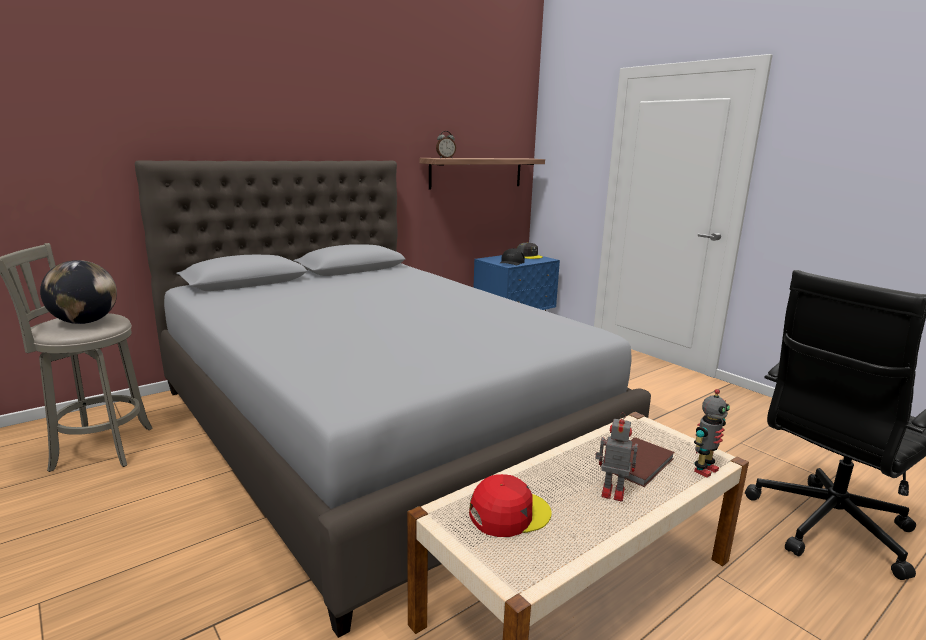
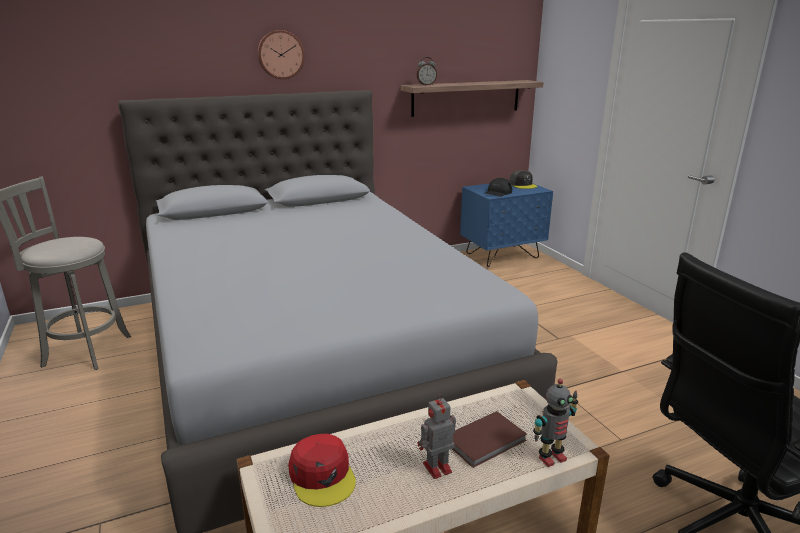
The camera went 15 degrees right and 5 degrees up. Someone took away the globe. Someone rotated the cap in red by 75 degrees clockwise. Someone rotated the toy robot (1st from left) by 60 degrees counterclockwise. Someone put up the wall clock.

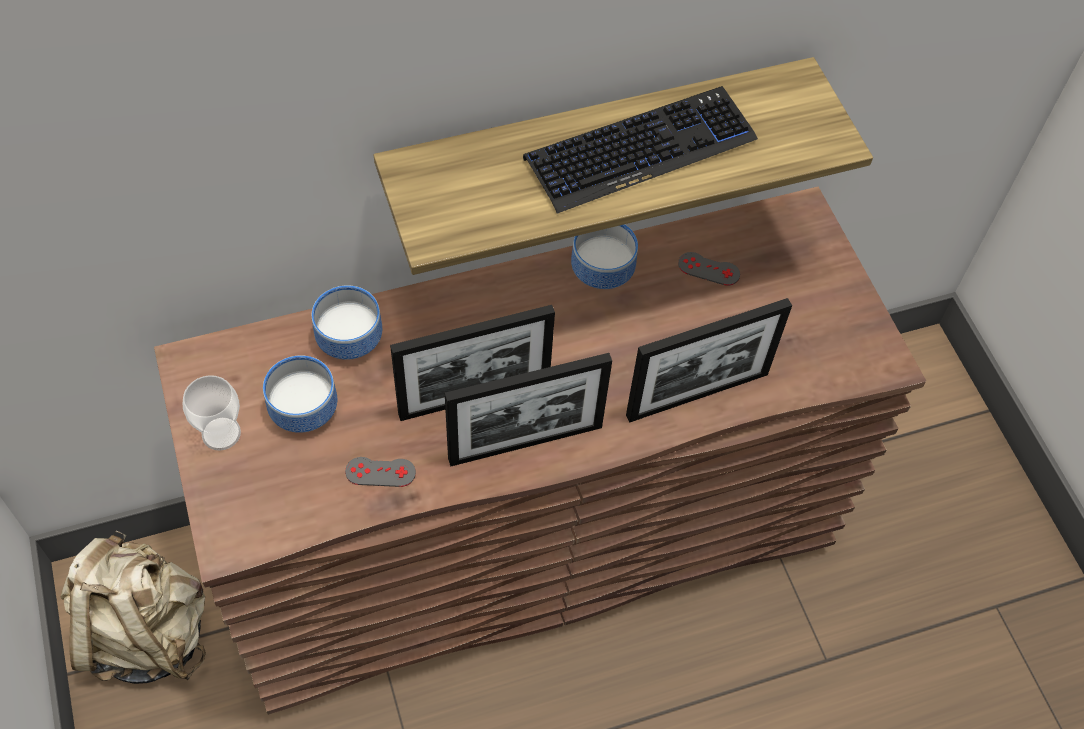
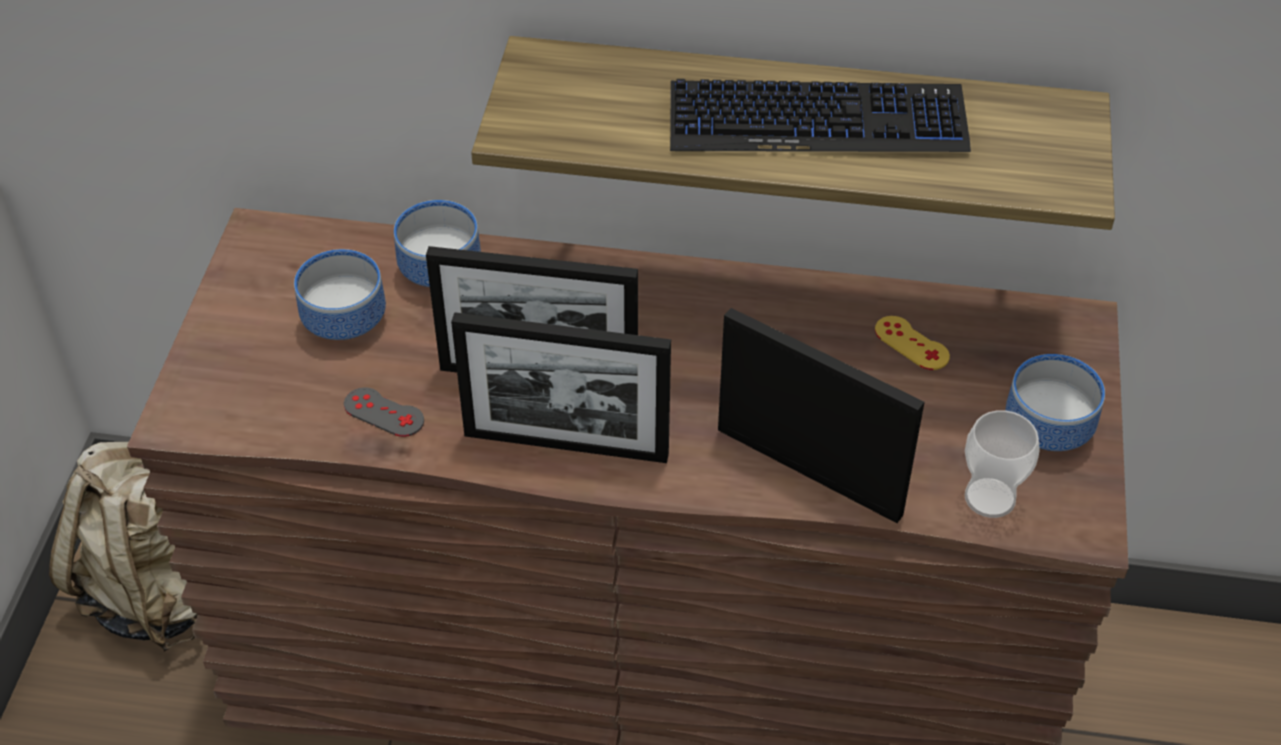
The camera went 30 degrees right and 10 degrees down. Someone carried the cup. Someone carried the bowl (3rd from left). Someone rotated the picture frame (3rd from left) by 150 degrees counterclockwise. Someone repainted the game controller in grey (2nd from left), which became the game controller in yellow.

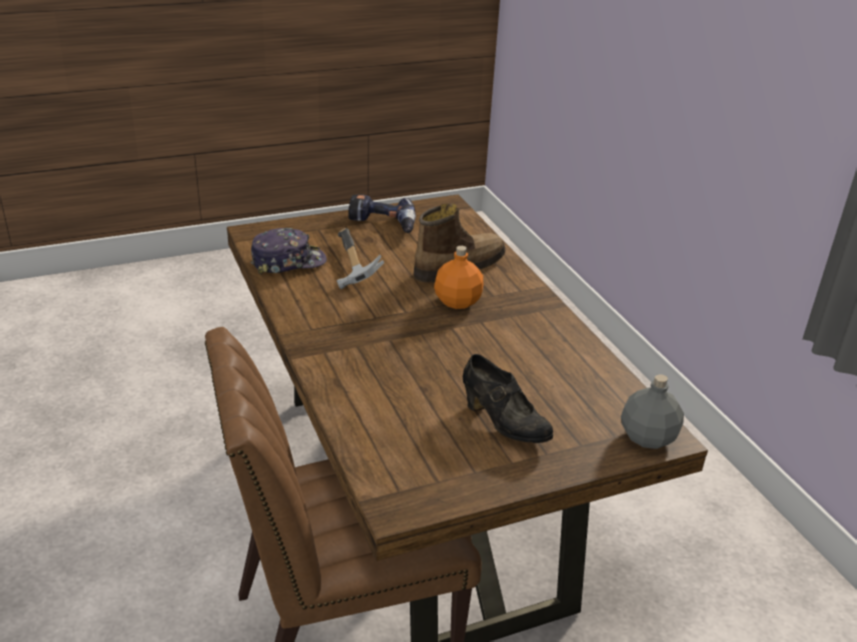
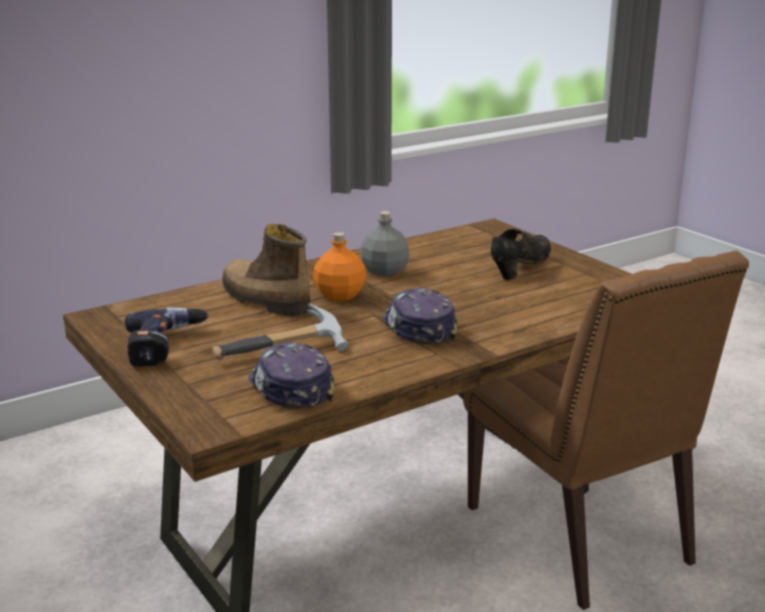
The camera went 100 degrees left and 10 degrees down. Someone carried the bottle in grey. Someone put down the cap (2nd from left).

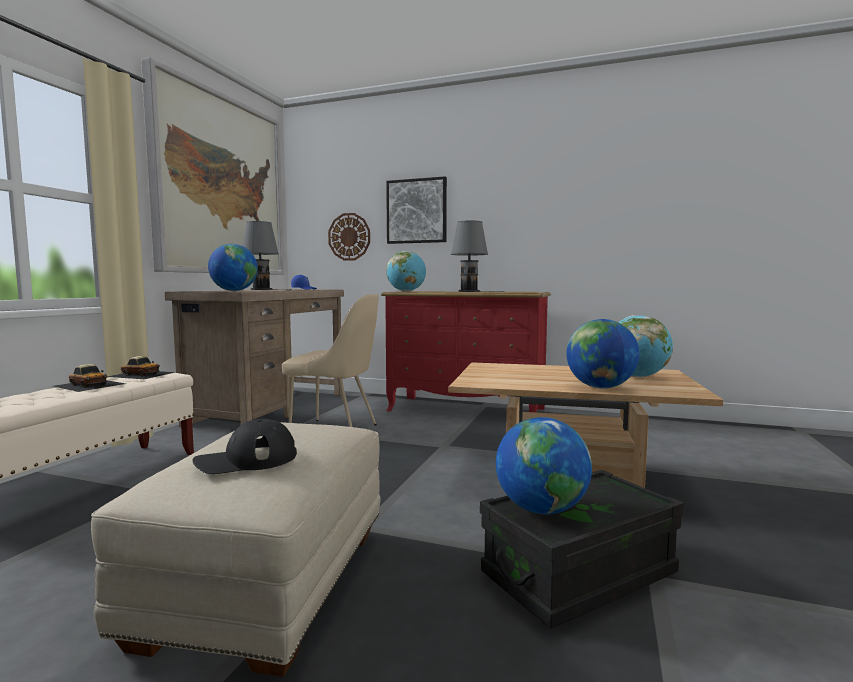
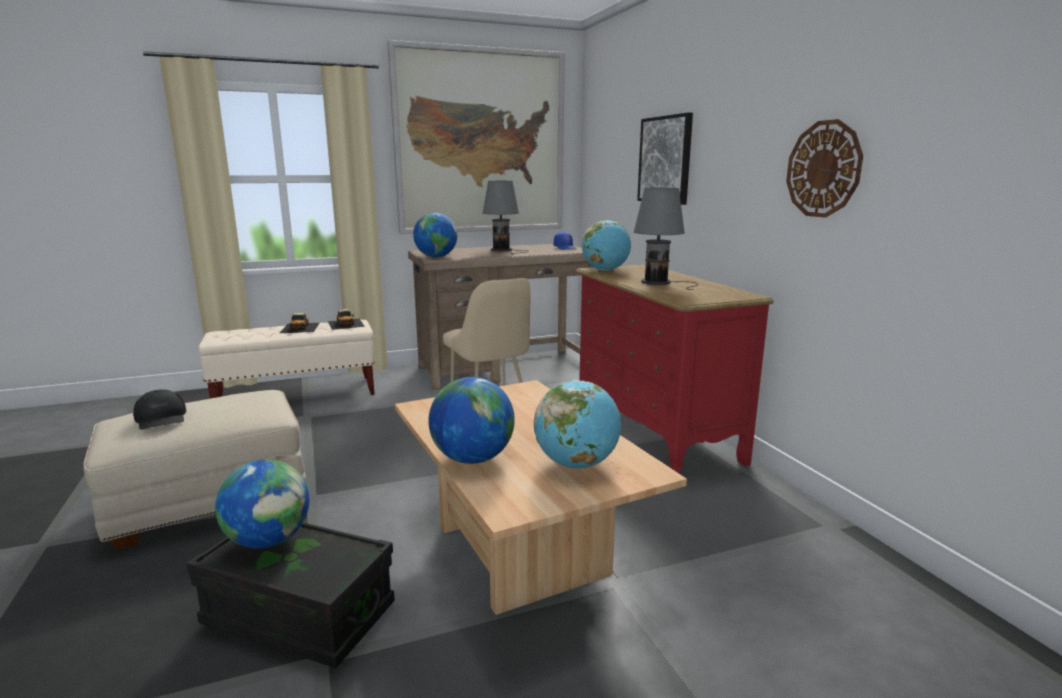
The camera went 50 degrees right and 10 degrees up. Someone rotated the cap in black by 150 degrees counterclockwise. Someone carried the wall clock.

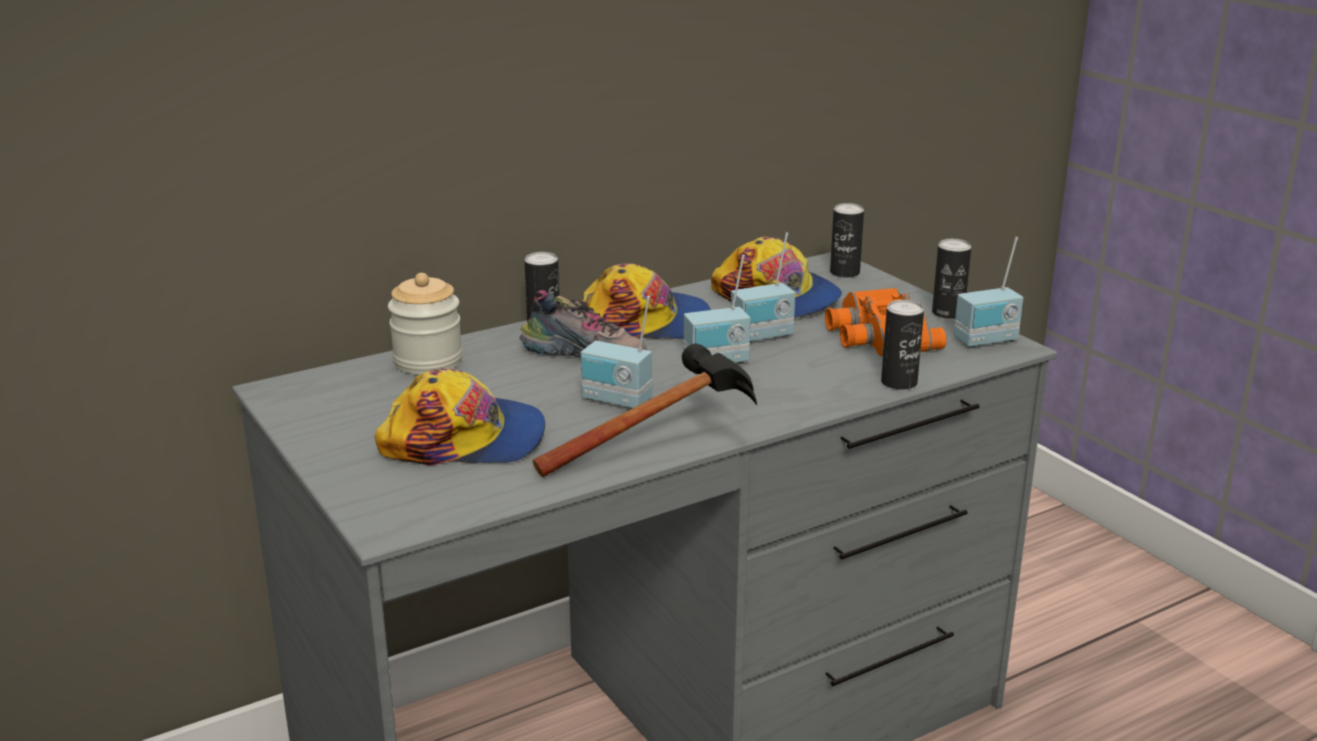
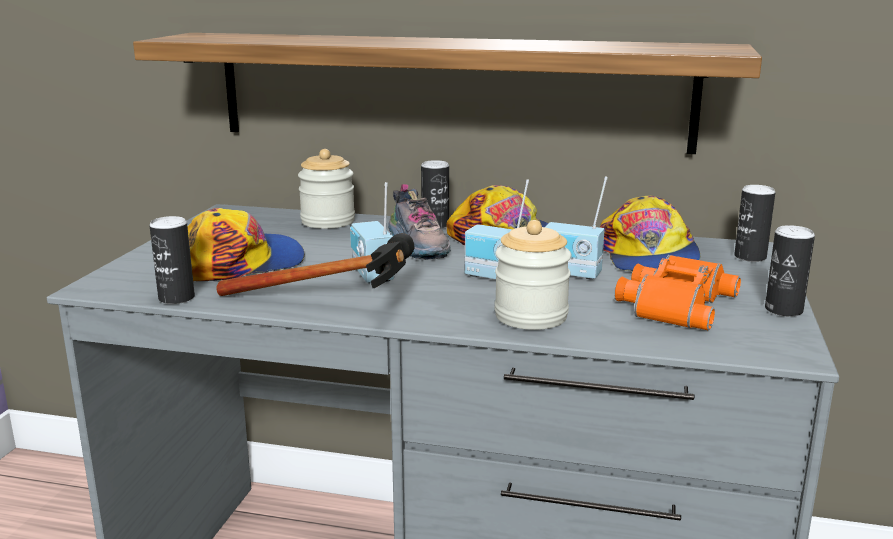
The camera went 45 degrees right and 5 degrees down. Someone rotated the cap (1st from left) by 75 degrees counterclockwise. Someone carried the can (3rd from left in the first image). Someone took away the radio (4th from left). Someone put up the shelf. Someone put down the jar (2nd from left).

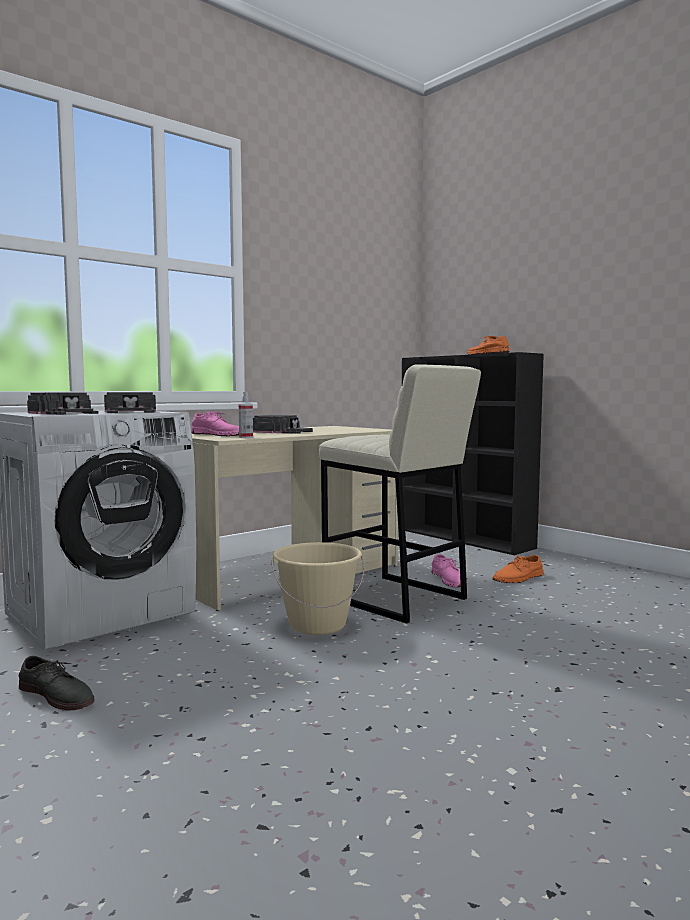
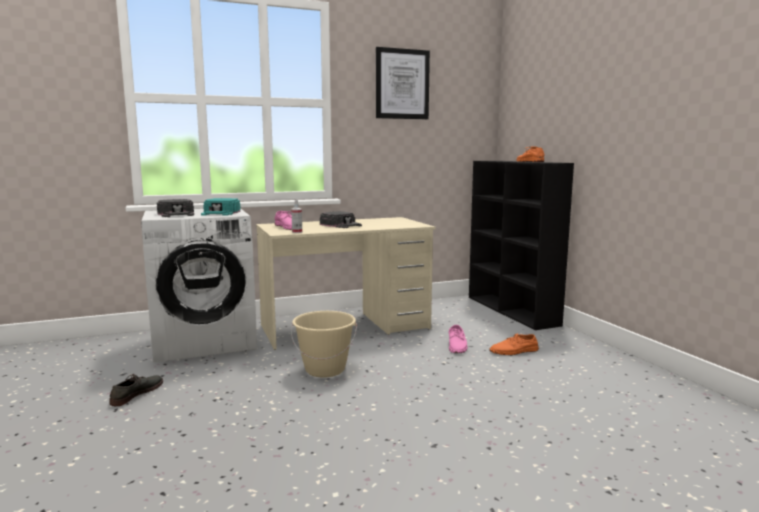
The camera went 20 degrees right and 5 degrees up. Someone rotated the shoe in grey by 120 degrees counterclockwise. Someone repainted the cap in black (2nd from left), which became the cap in turquoise. Someone took away the stool in beige. Someone put up the picture.

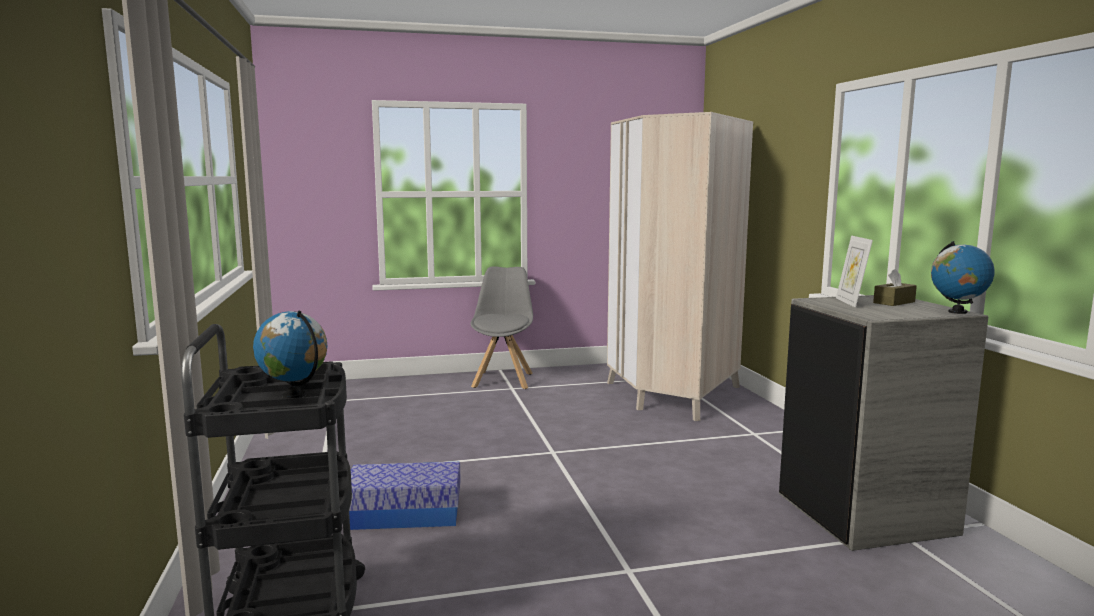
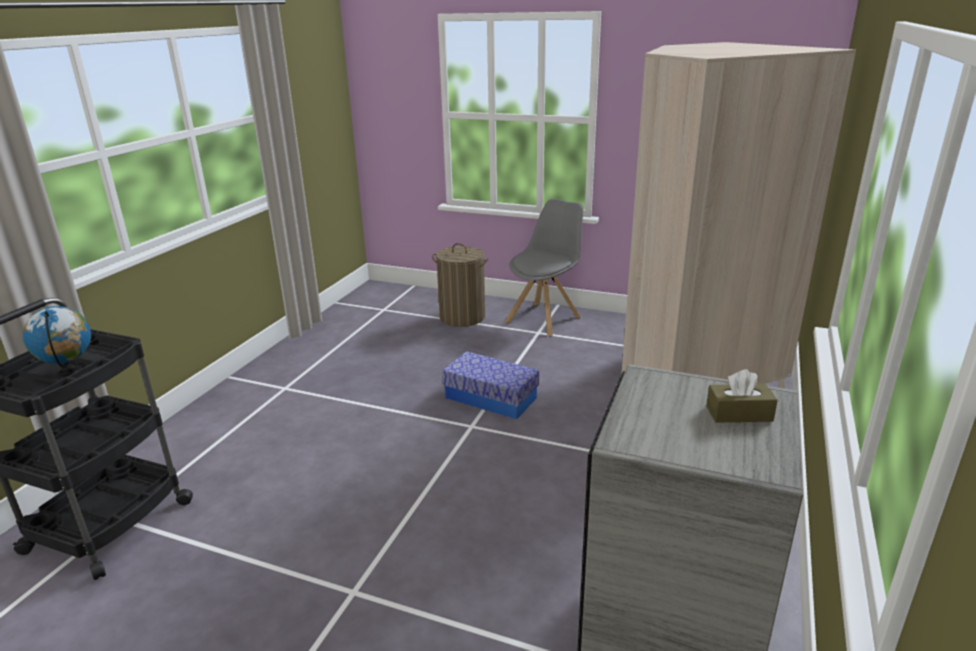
The camera went 35 degrees right and 15 degrees up. Someone carried the storage box. Someone took away the picture frame. Someone took away the globe (2nd from left). Someone put down the laundry basket.

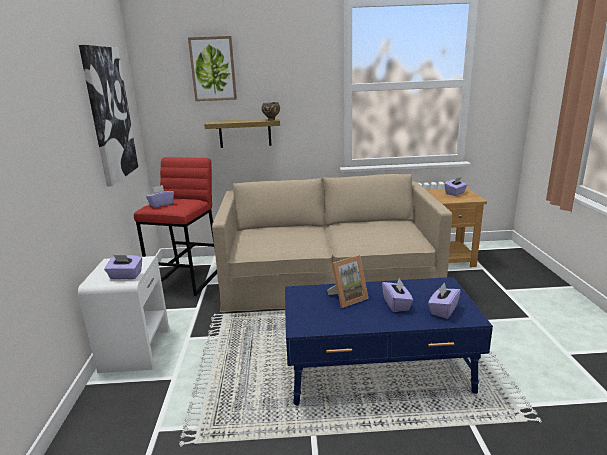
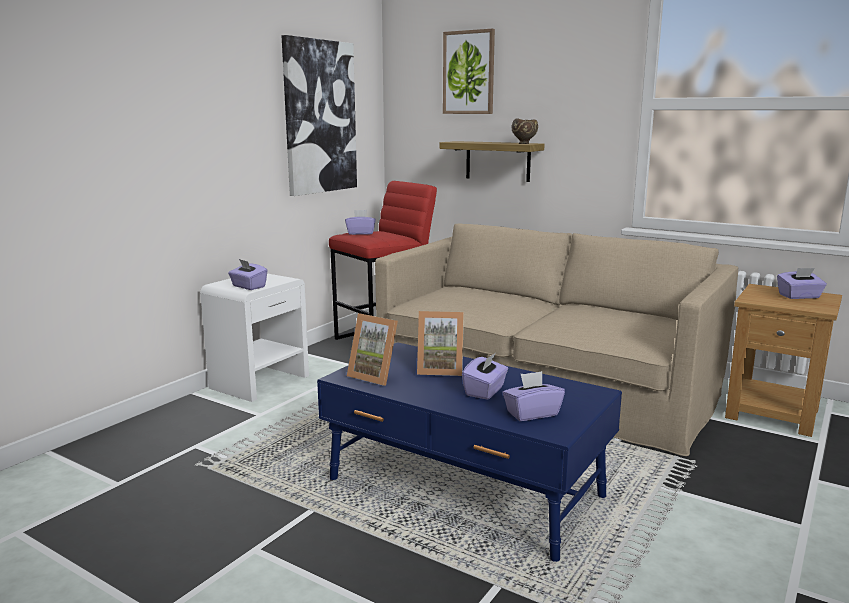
The camera went 35 degrees right and 5 degrees down. Someone put down the picture frame (1st from left).

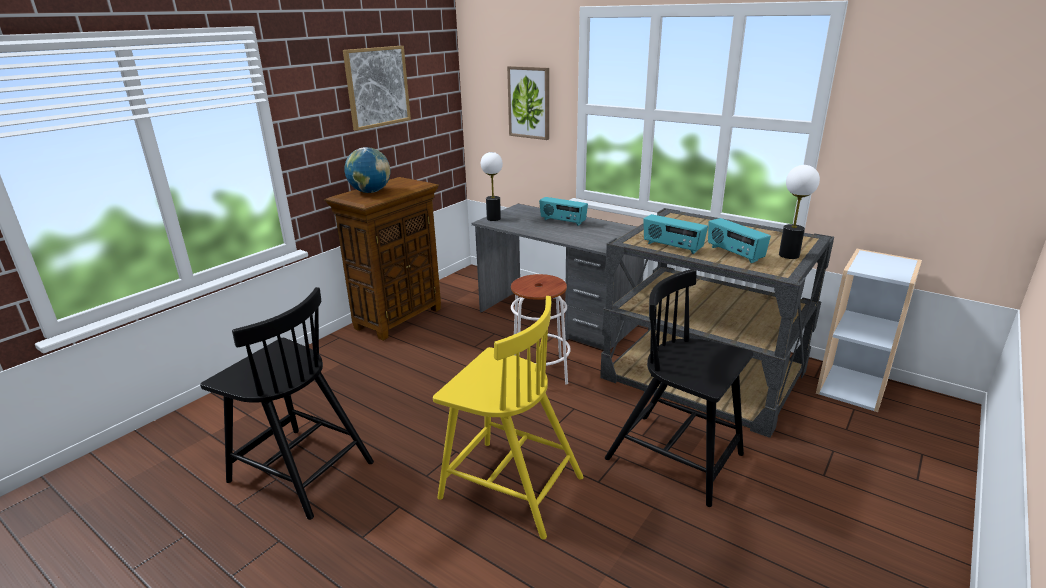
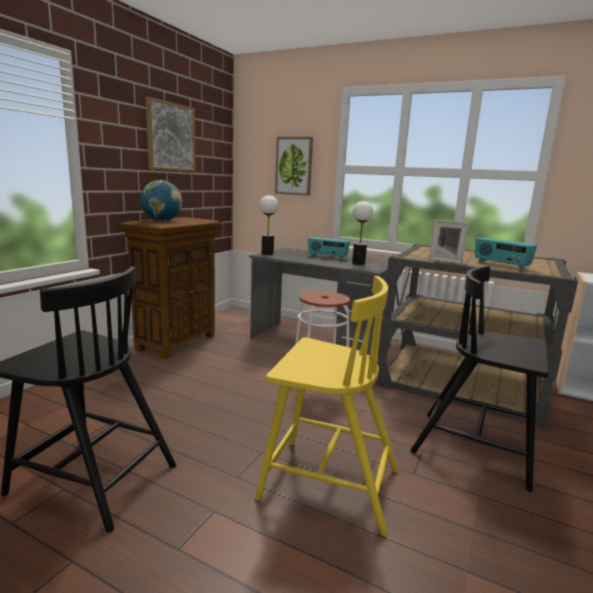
The camera went 10 degrees left and 10 degrees down. Someone swapped the radio (2nd from left) for the picture frame. Someone carried the table lamp (2nd from left).

